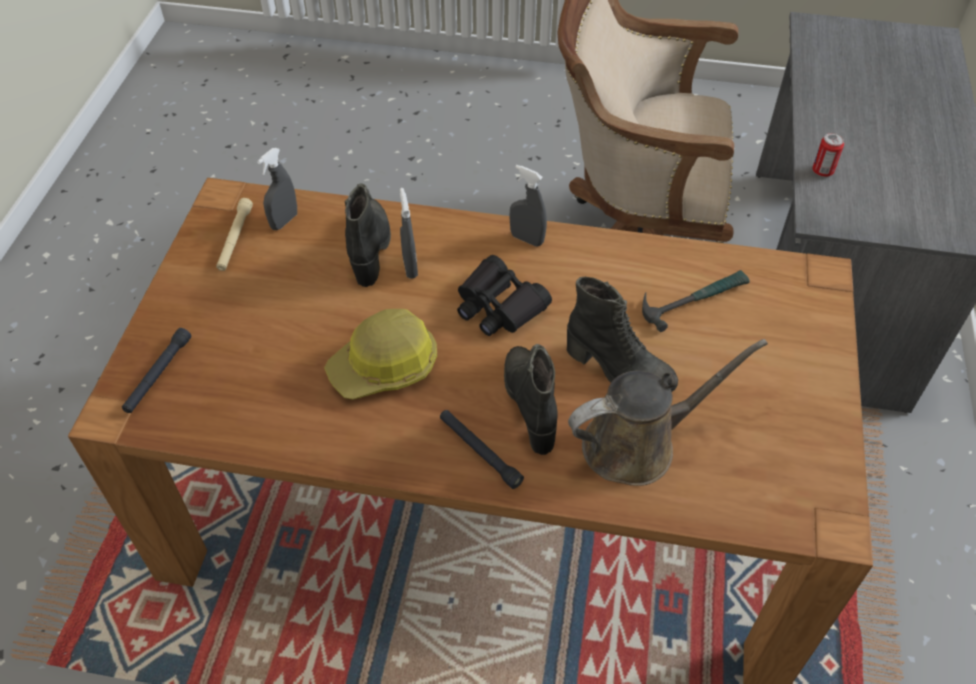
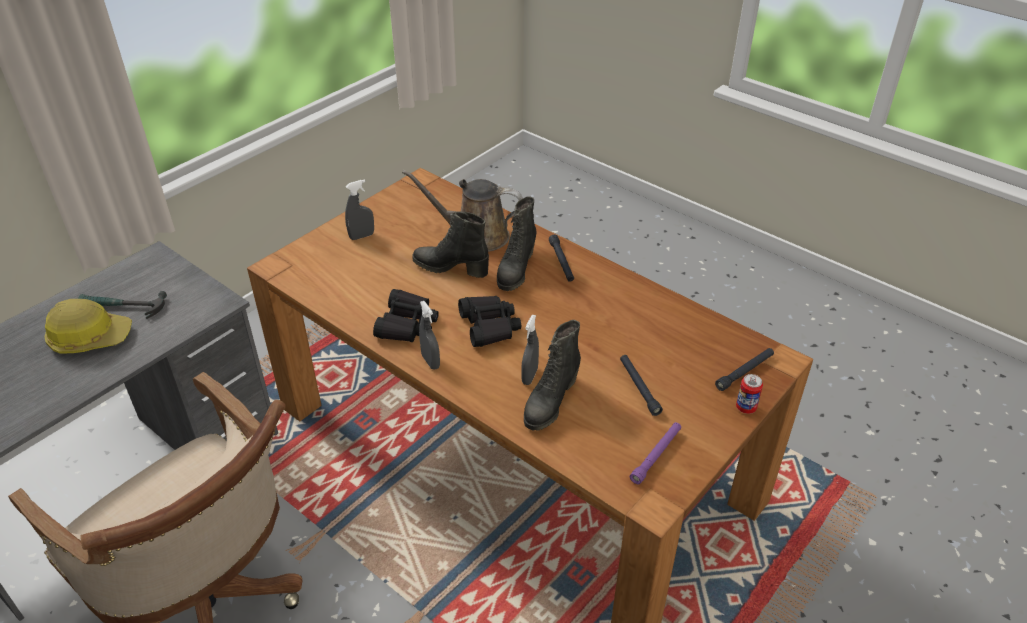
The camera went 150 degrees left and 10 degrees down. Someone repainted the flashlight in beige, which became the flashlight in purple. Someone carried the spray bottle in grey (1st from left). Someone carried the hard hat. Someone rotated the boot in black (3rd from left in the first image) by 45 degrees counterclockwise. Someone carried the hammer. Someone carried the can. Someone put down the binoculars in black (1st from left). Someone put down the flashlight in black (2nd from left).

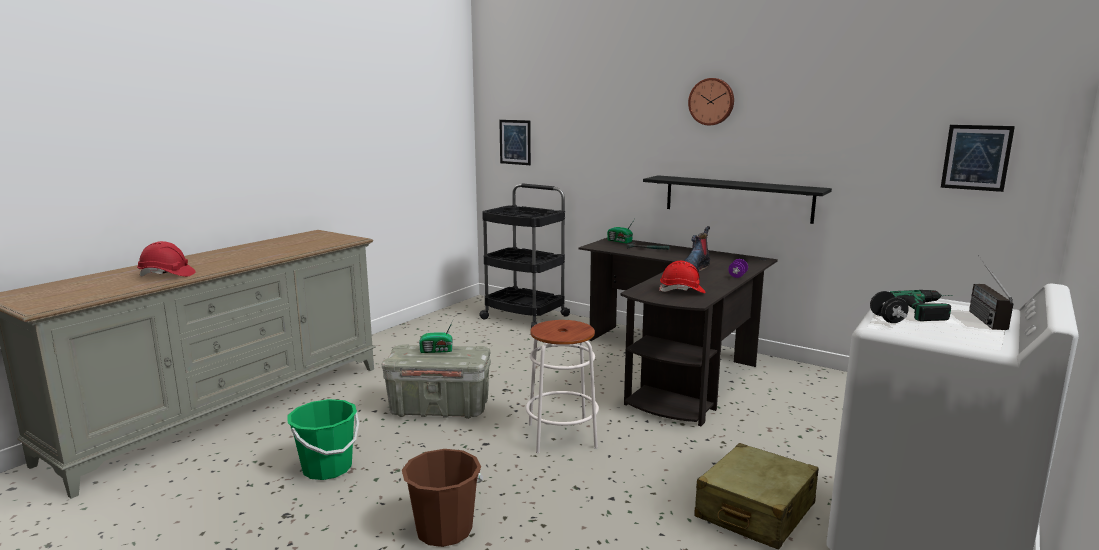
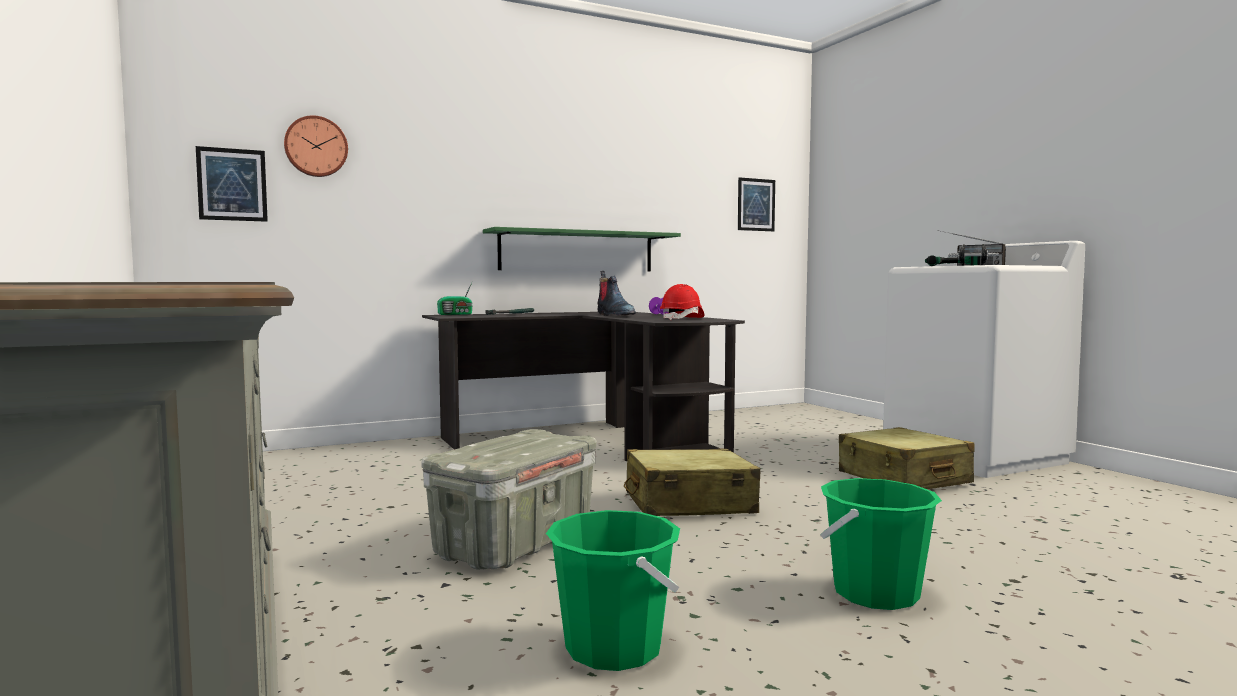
The camera went 60 degrees left and 10 degrees down. Someone took away the hard hat in red (1st from left). Someone repainted the bucket in brown, which became the bucket in green (2nd from left). Someone took away the radio (1st from left). Someone took away the cart in black. Someone swapped the stool in white for the suitcase in beige (1st from left). Someone repainted the shelf in black, which became the shelf in green. Someone carried the wall clock.

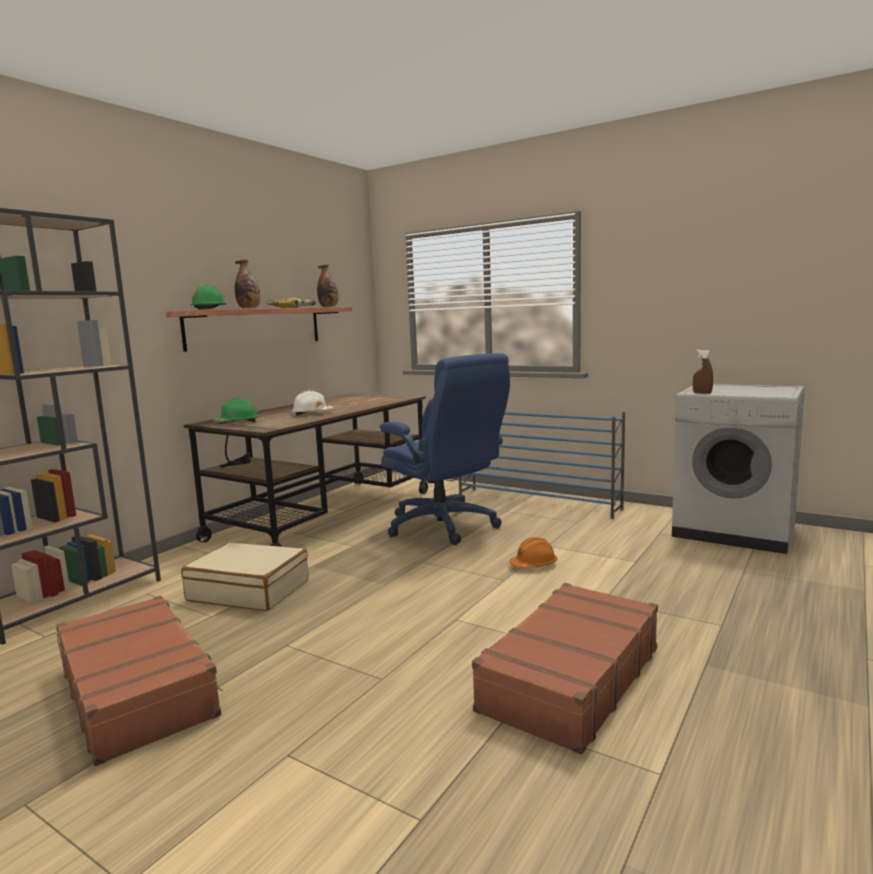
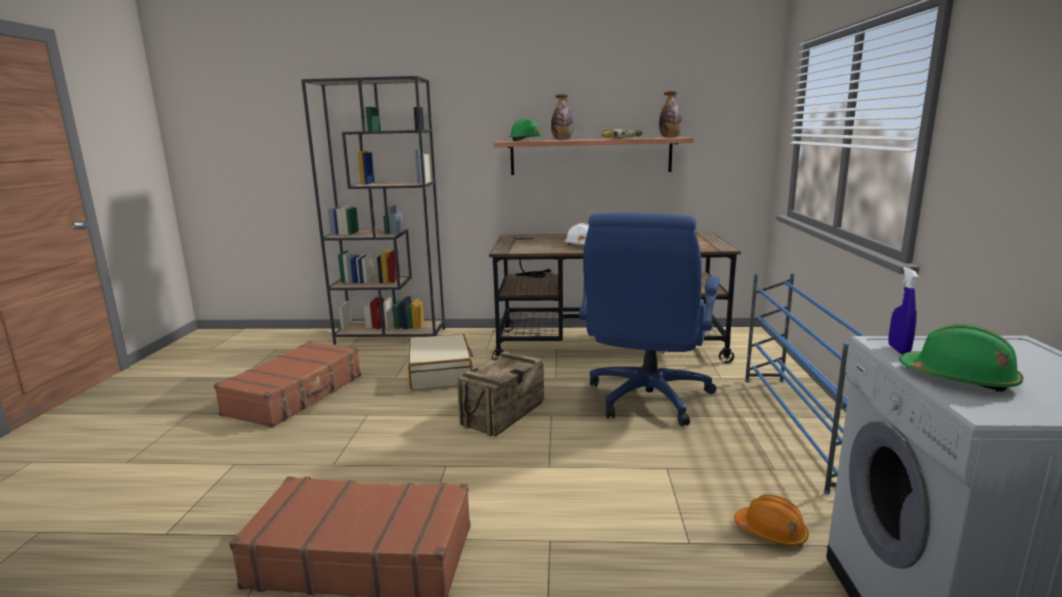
The camera went 60 degrees right and 5 degrees up. Someone carried the hard hat in green (2nd from left). Someone carried the hard hat in orange. Someone repainted the spray bottle in brown, which became the spray bottle in blue. Someone put down the crate.

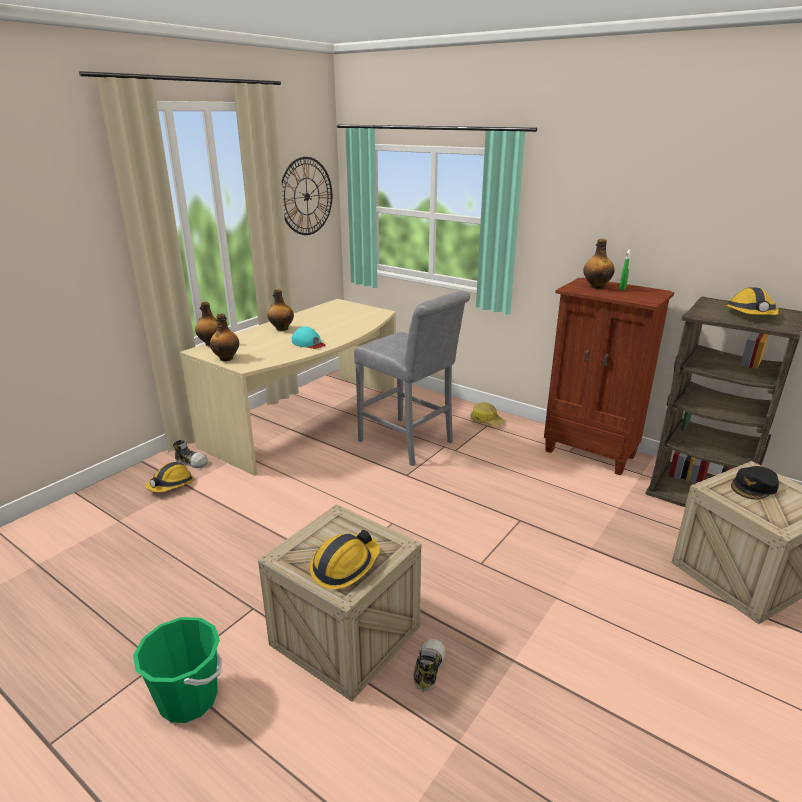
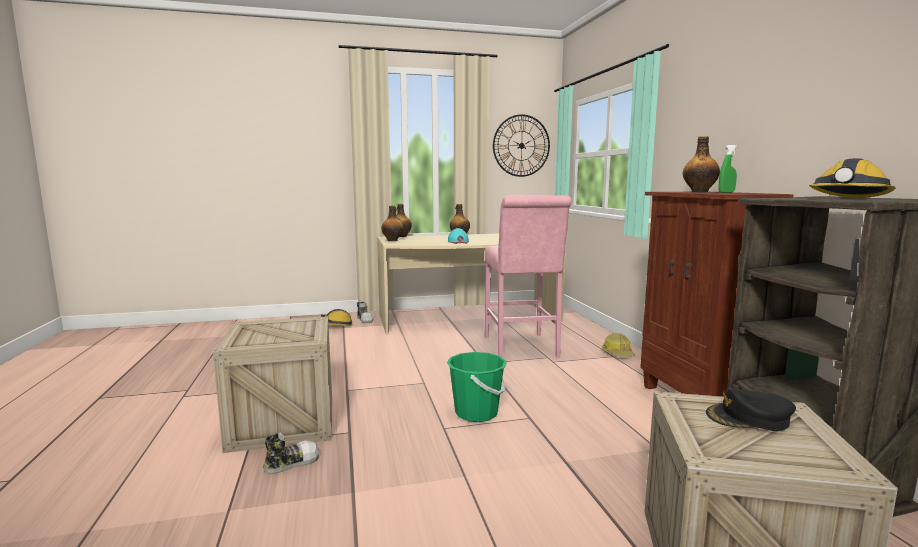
The camera went 40 degrees right and 15 degrees down. Someone carried the bucket in green. Someone took away the hard hat (2nd from left). Someone repainted the stool in grey, which became the stool in pink.

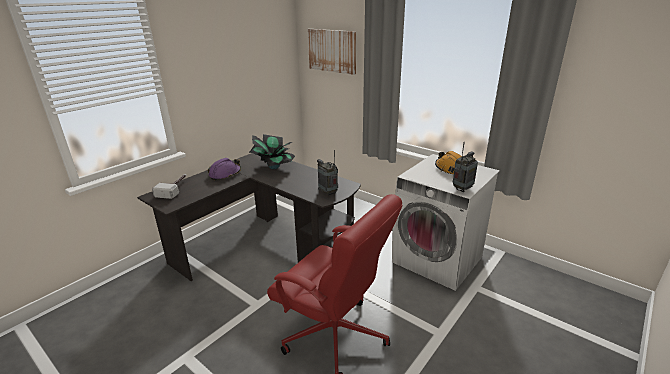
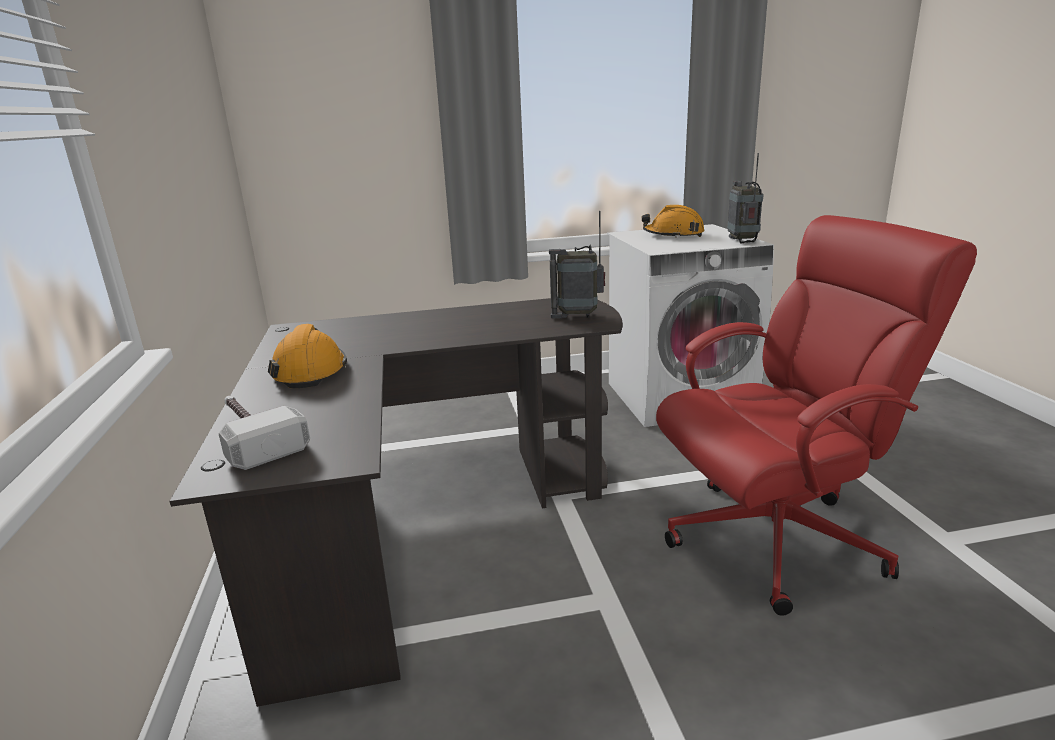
The camera went 50 degrees left and 5 degrees down. Someone repainted the hard hat in purple, which became the hard hat in orange (1st from left). Someone took away the potted plant. Someone took away the picture.

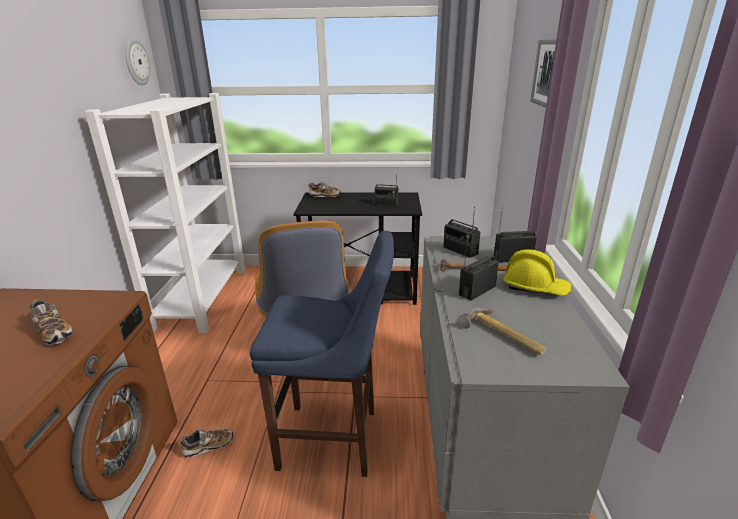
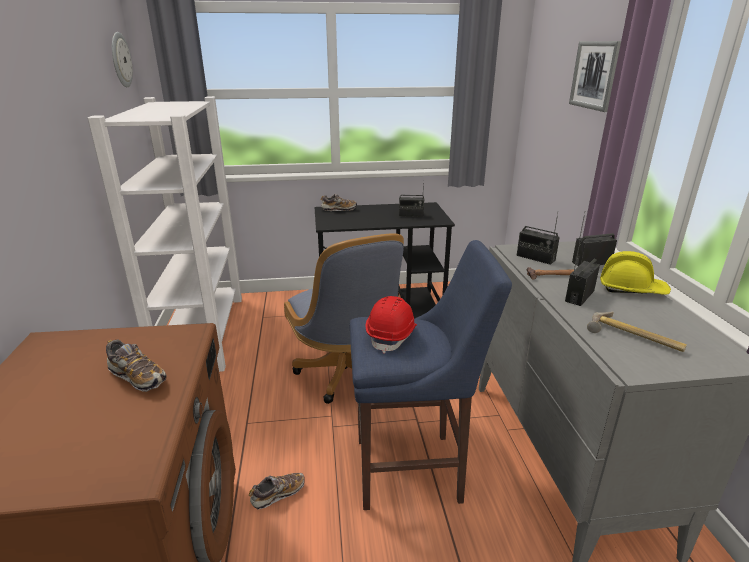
The camera went 10 degrees left and 0 degrees up. Someone put down the hard hat in red.

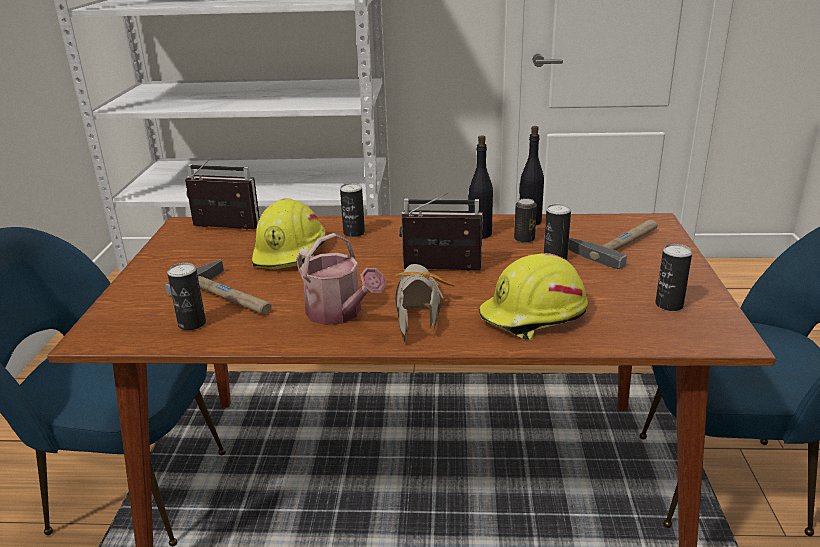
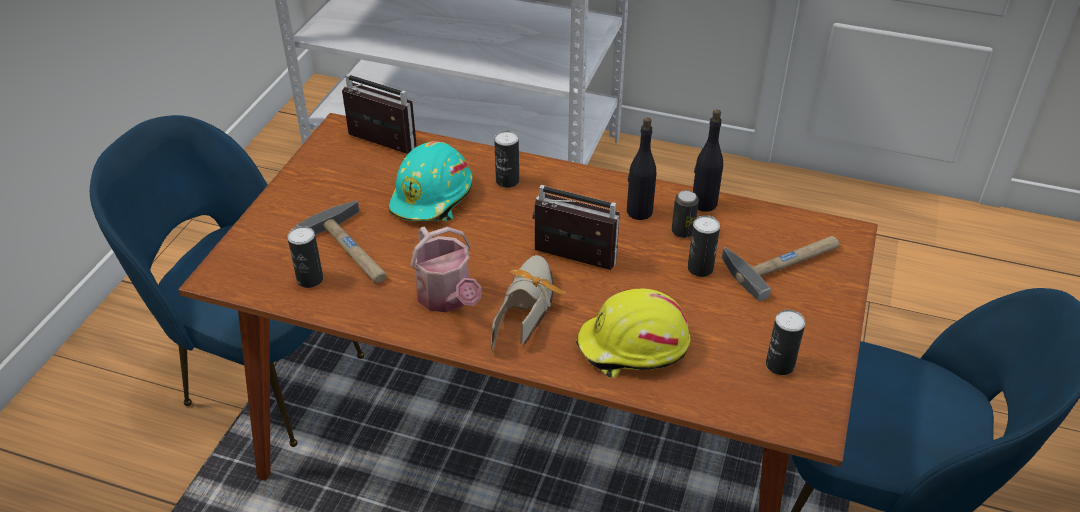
The camera went 15 degrees right and 15 degrees up. Someone repainted the hard hat in yellow (1st from left), which became the hard hat in turquoise.

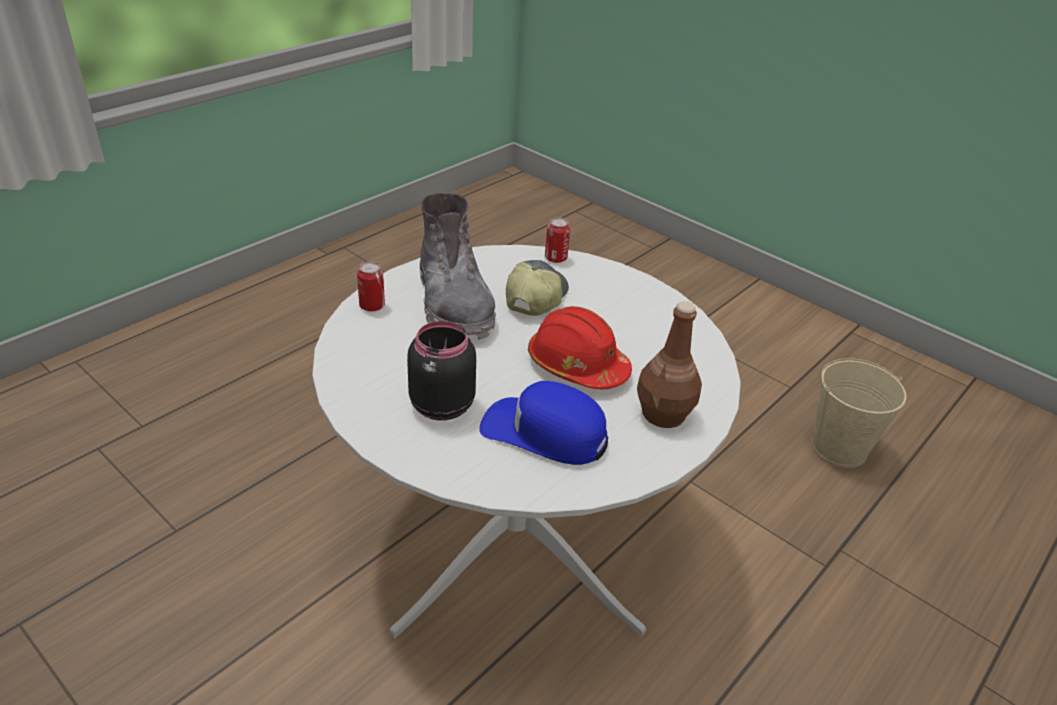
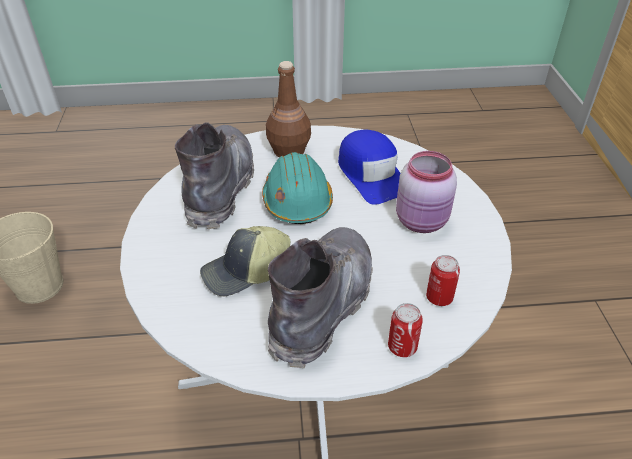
The camera went 135 degrees left and 5 degrees up. Someone repainted the jar in black, which became the jar in pink. Someone repainted the hard hat in red, which became the hard hat in turquoise. Someone carried the can (2nd from left). Someone put down the boot in grey (1st from left).

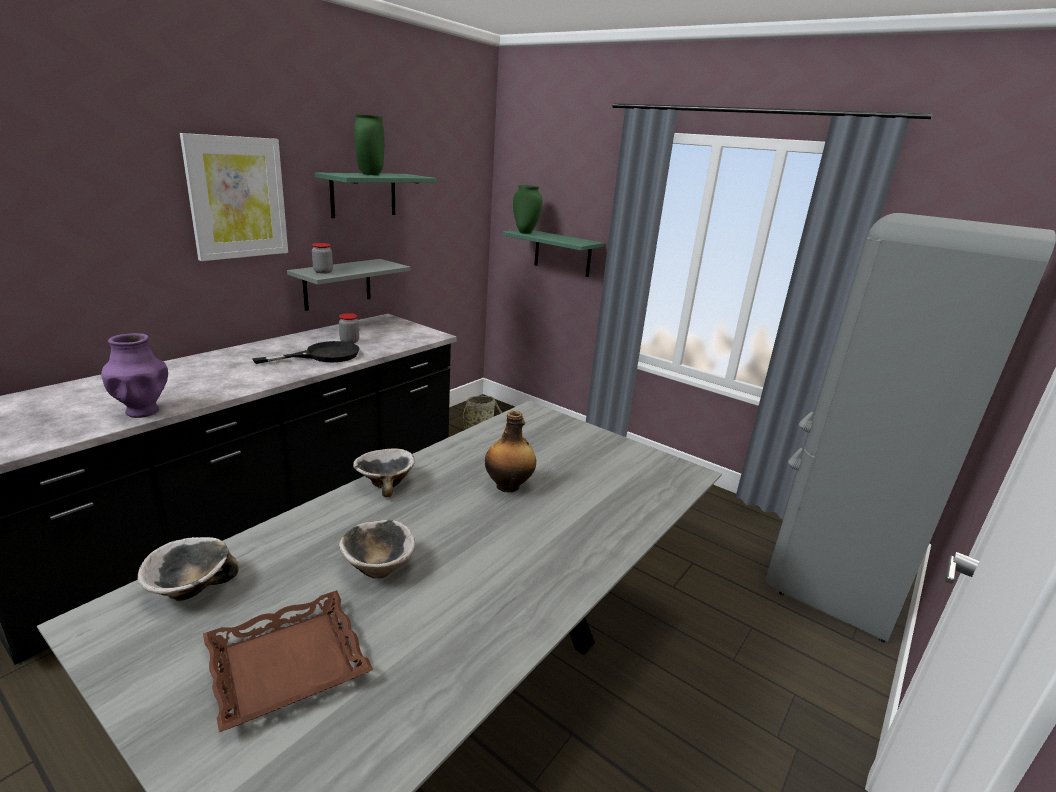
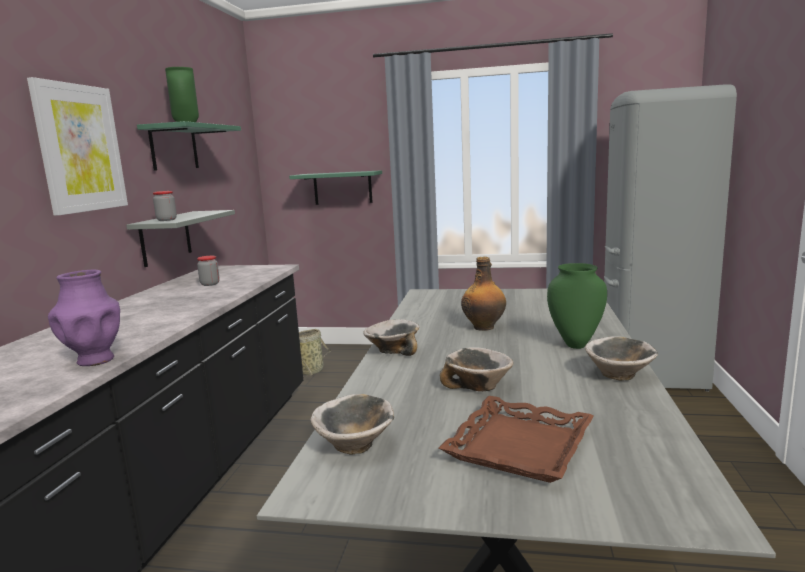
The camera went 25 degrees left and 10 degrees down. Someone took away the frying pan in black. Someone carried the vase in green (2nd from left). Someone put down the bowl (4th from left).

